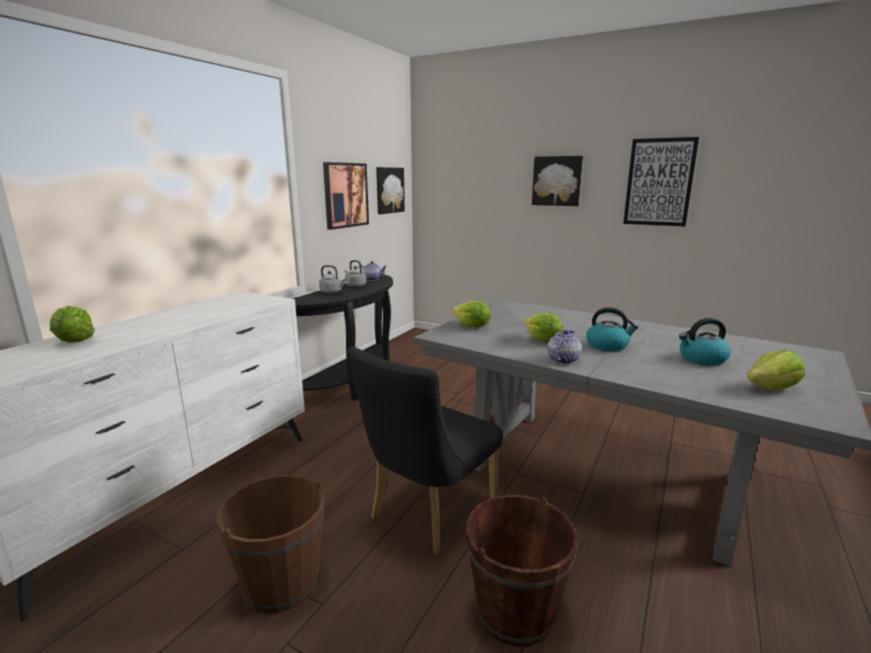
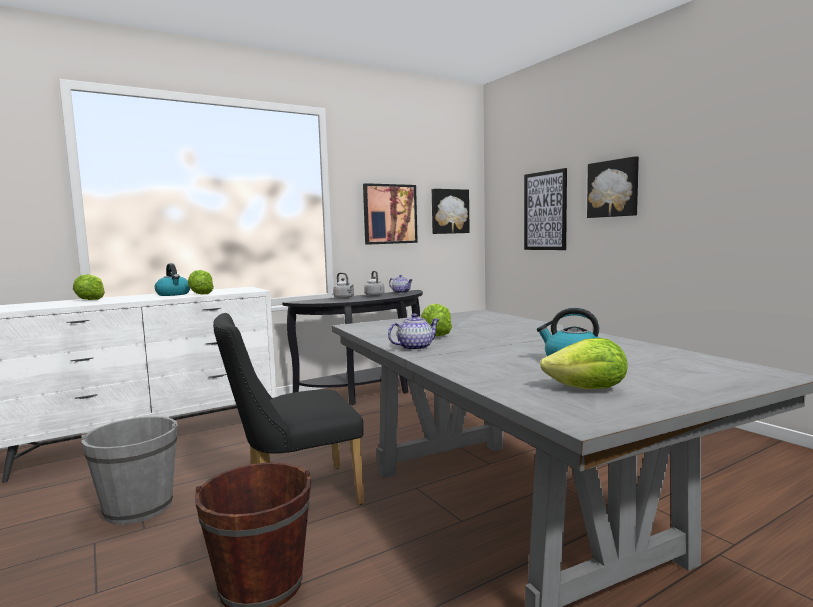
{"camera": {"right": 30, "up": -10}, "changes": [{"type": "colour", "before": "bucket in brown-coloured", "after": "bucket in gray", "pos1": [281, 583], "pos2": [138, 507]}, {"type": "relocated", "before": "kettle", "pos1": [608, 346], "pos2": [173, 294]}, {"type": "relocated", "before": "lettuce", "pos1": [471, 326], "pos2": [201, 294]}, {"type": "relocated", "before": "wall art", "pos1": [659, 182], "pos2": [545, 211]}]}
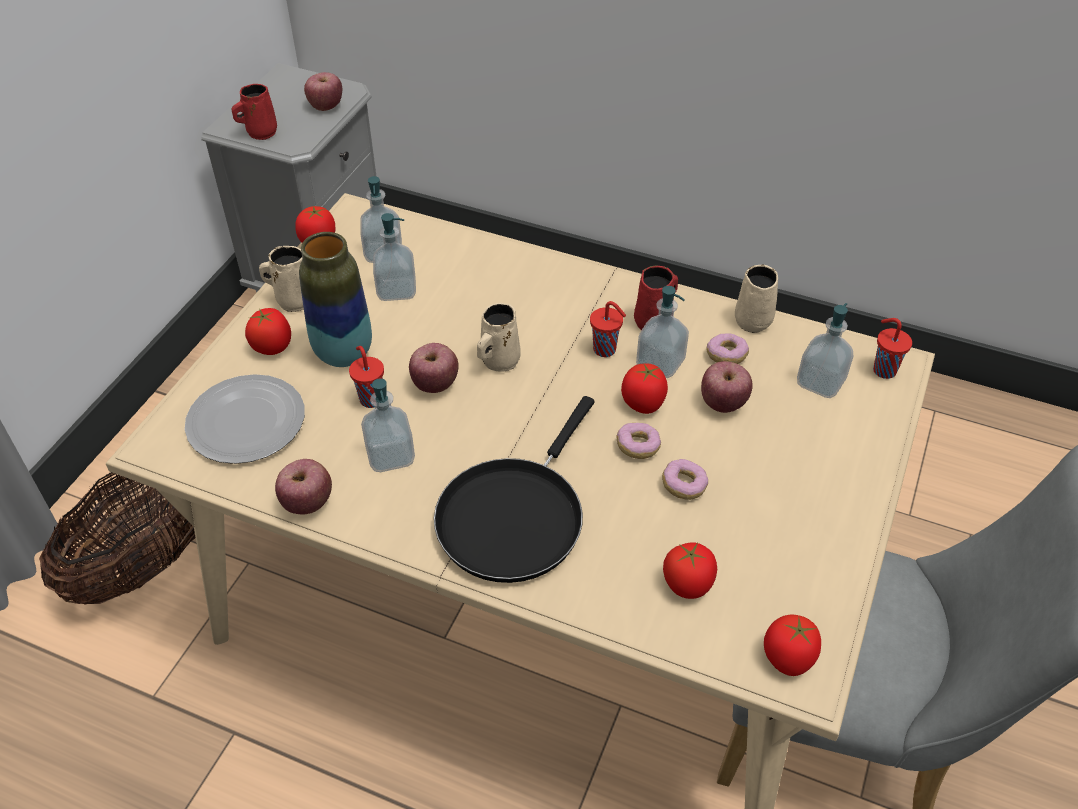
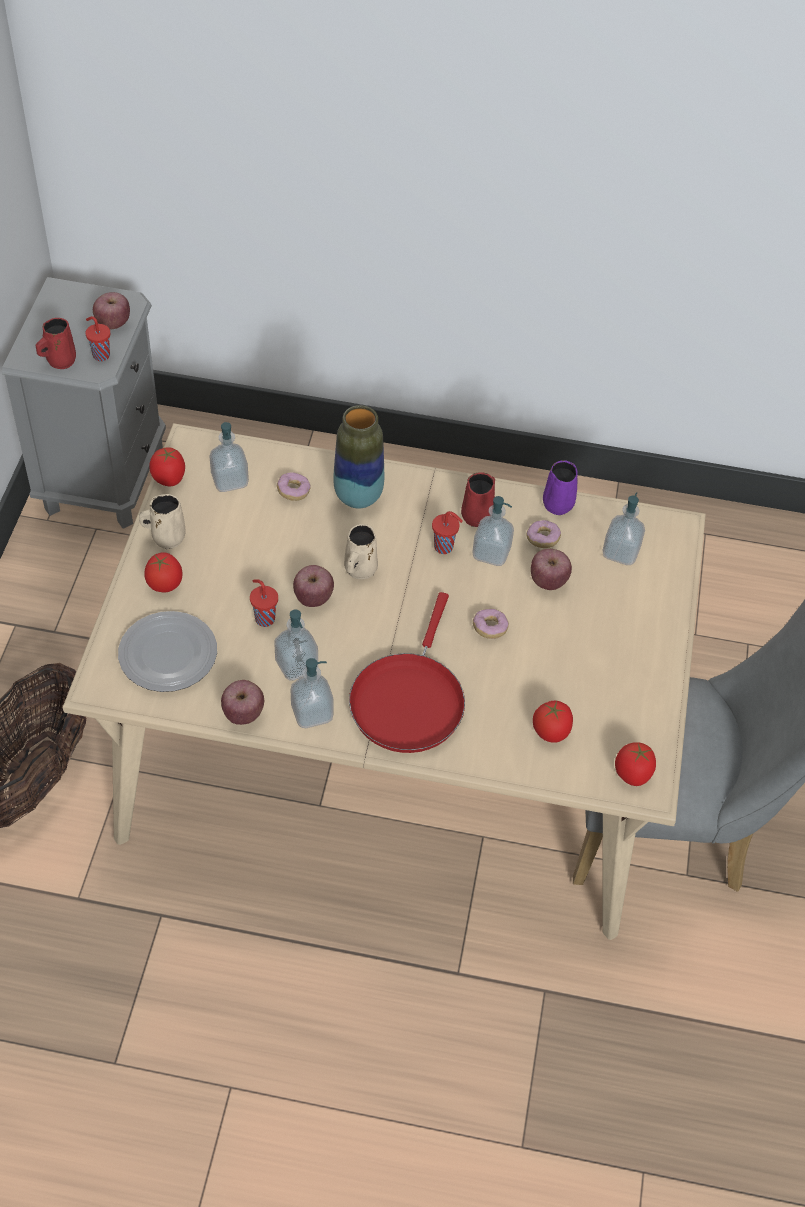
{"camera": {"right": -15, "up": 5}, "changes": [{"type": "relocated", "before": "drinking cup in red-coloured", "pos1": [883, 370], "pos2": [100, 355]}, {"type": "relocated", "before": "ring doughnut", "pos1": [684, 486], "pos2": [293, 491]}, {"type": "relocated", "before": "soap bottle", "pos1": [396, 290], "pos2": [312, 713]}, {"type": "relocated", "before": "vase", "pos1": [344, 353], "pos2": [358, 496]}, {"type": "colour", "before": "pan in black-coloured", "after": "pan in red-coloured", "pos1": [514, 516], "pos2": [409, 700]}, {"type": "colour", "before": "mug in beige-coloured", "after": "mug in purple", "pos1": [753, 319], "pos2": [558, 503]}, {"type": "missing", "before": "whole tomato", "pos1": [643, 404]}]}
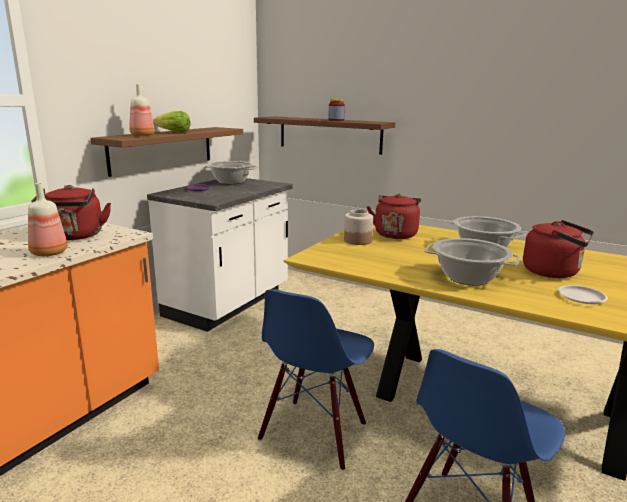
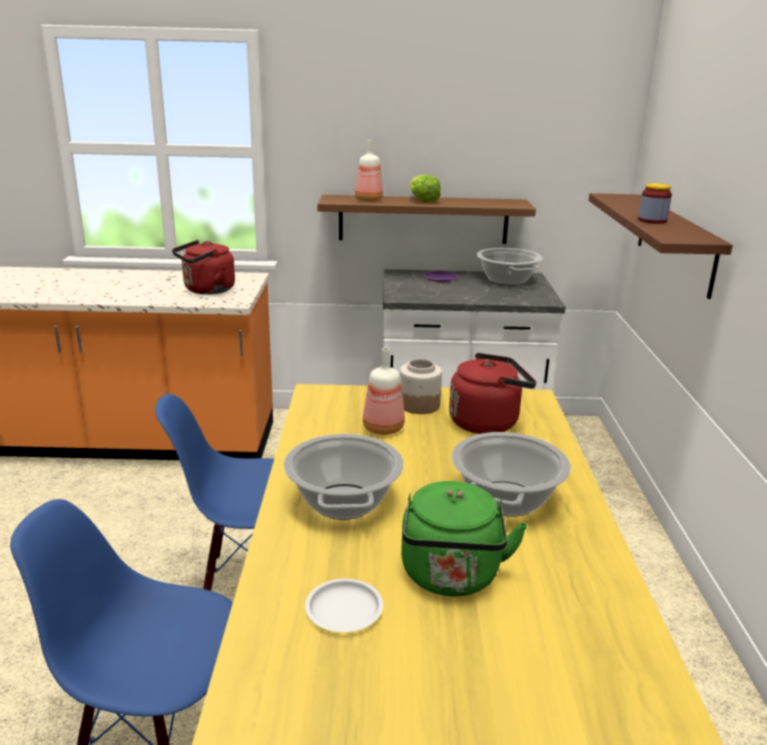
{"camera": {"right": 60, "up": 5}, "changes": [{"type": "relocated", "before": "drink bottle", "pos1": [48, 253], "pos2": [382, 428]}, {"type": "colour", "before": "kettle in red-coloured", "after": "kettle in green", "pos1": [554, 272], "pos2": [451, 577]}]}
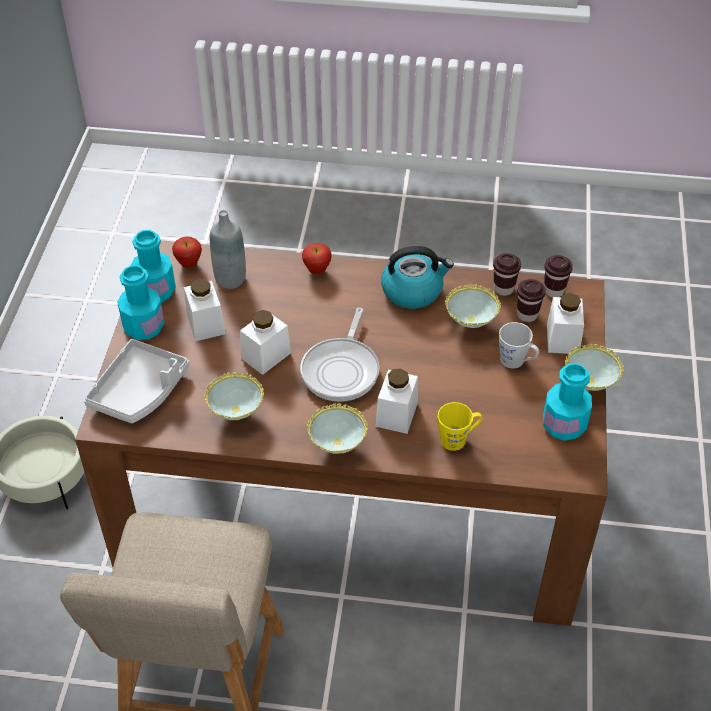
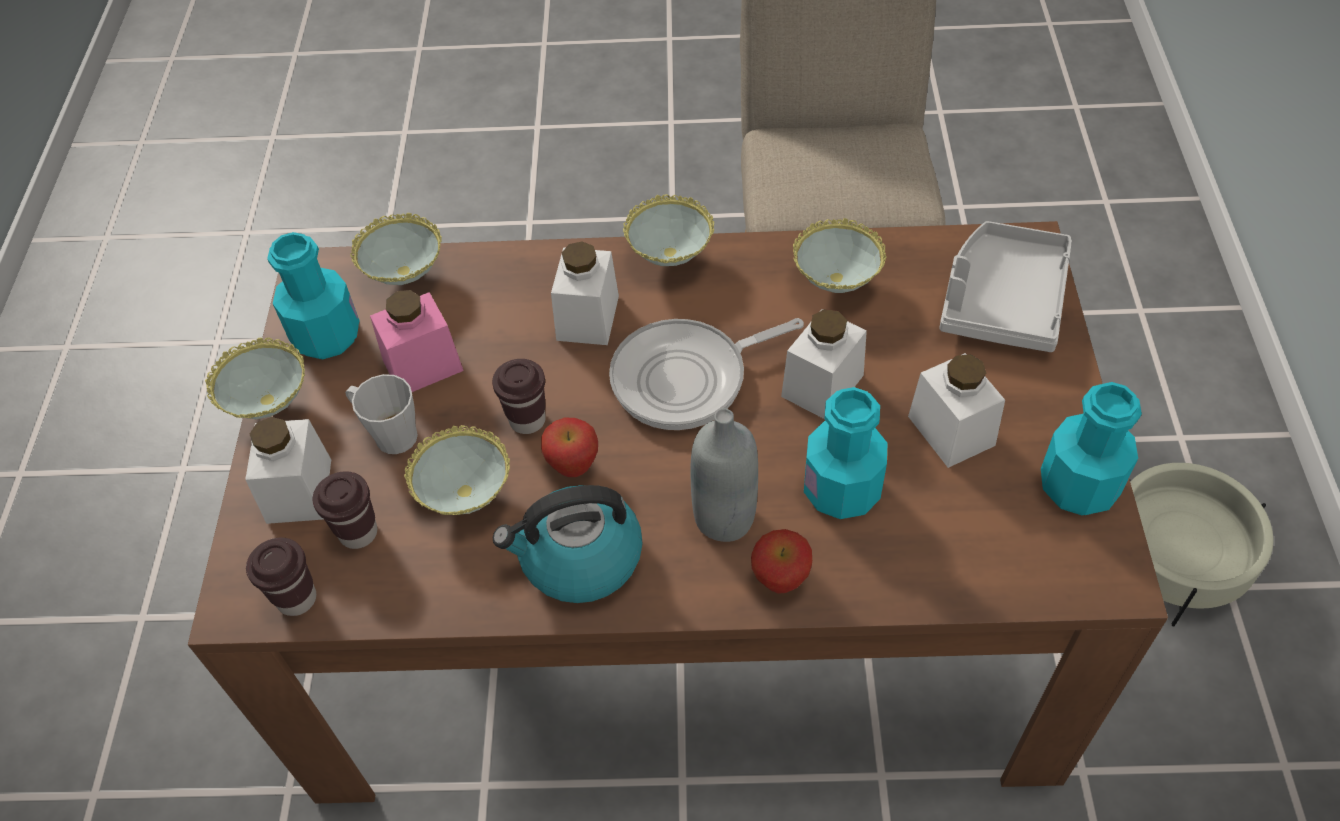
{"camera": {"right": 175, "up": 5}, "changes": [{"type": "appeared", "after": "deep dish", "pos2": [406, 278]}, {"type": "appeared", "after": "storage jar in pink", "pos2": [423, 365]}, {"type": "relocated", "before": "drinking cup in brown-coloured", "pos1": [503, 289], "pos2": [527, 420]}, {"type": "relocated", "before": "apple fruit", "pos1": [189, 264], "pos2": [573, 467]}, {"type": "spun", "before": "pan", "pos1": [342, 369], "pos2": [687, 378], "turn": -120}, {"type": "relocated", "before": "drink bottle in gray", "pos1": [230, 279], "pos2": [724, 518]}, {"type": "relocated", "before": "drink bottle in blue-green", "pos1": [144, 327], "pos2": [841, 490]}, {"type": "missing", "before": "mug in yellow", "pos1": [458, 439]}]}
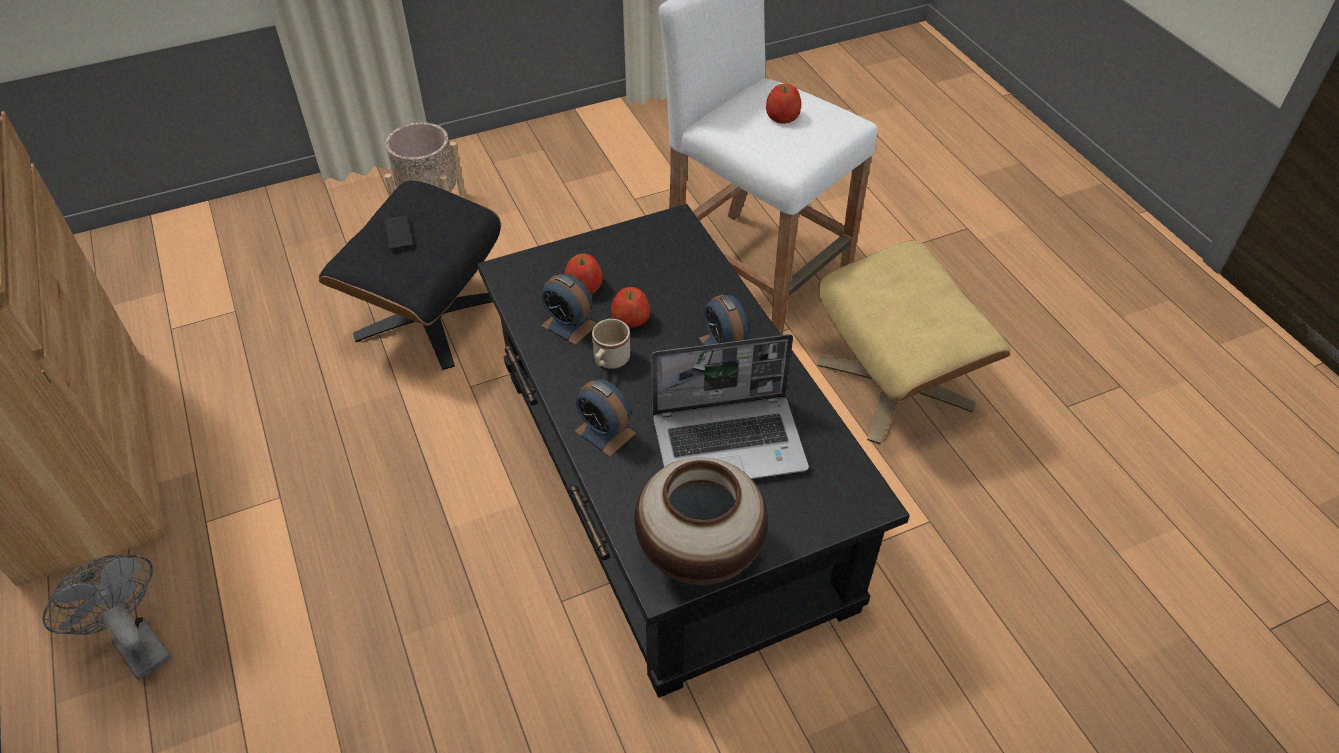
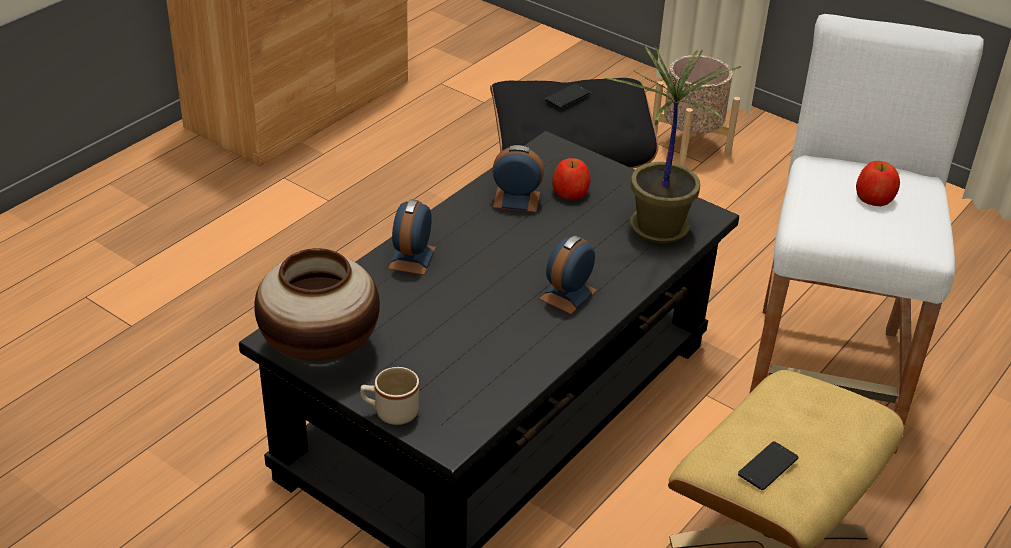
{"camera": {"right": 60, "up": -10}, "changes": [{"type": "relocated", "before": "mug in beige-coloured", "pos1": [609, 361], "pos2": [390, 412]}, {"type": "spun", "before": "alarm clock", "pos1": [569, 325], "pos2": [516, 200], "turn": 90}, {"type": "appeared", "after": "plant in a pot", "pos2": [659, 230]}, {"type": "appeared", "after": "phone", "pos2": [768, 466]}, {"type": "missing", "before": "electric fan in gray", "pos1": [136, 644]}, {"type": "missing", "before": "apple fruit", "pos1": [630, 319]}, {"type": "missing", "before": "notebook computer", "pos1": [730, 442]}]}
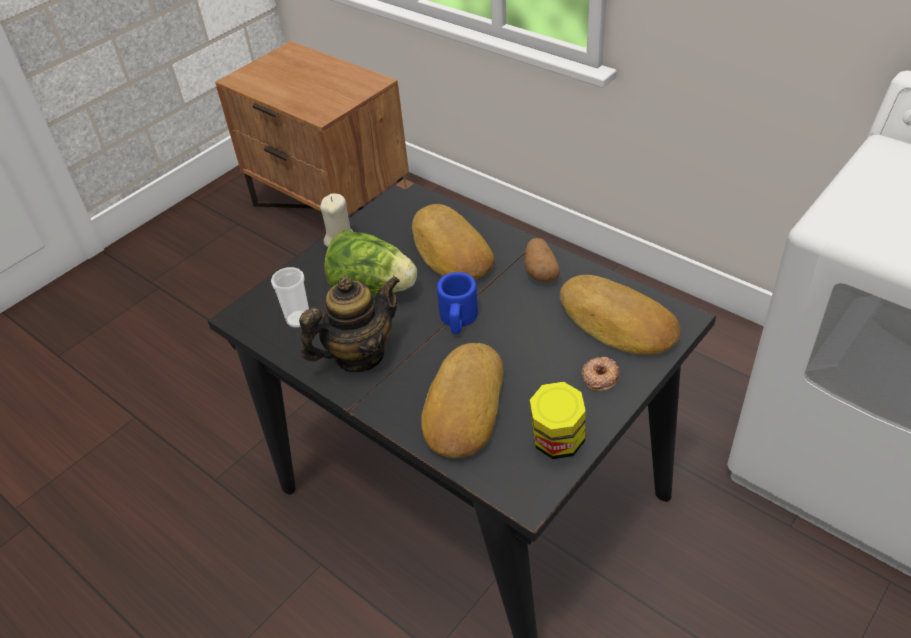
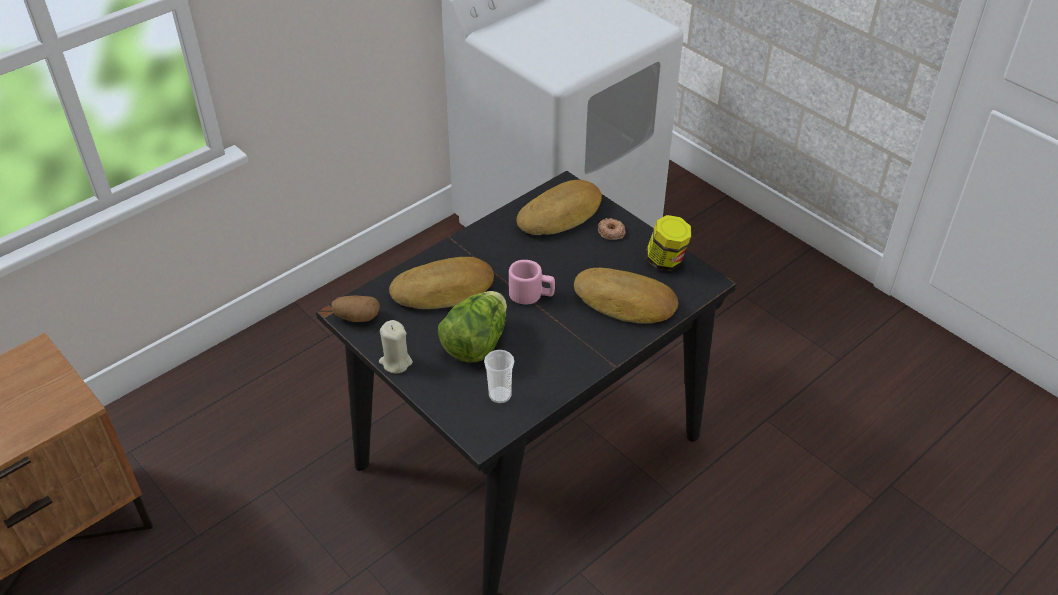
{"camera": {"right": -85, "up": 0}, "changes": [{"type": "relocated", "before": "potato", "pos1": [540, 271], "pos2": [356, 317]}, {"type": "colour", "before": "mug in bluish", "after": "mug in pink", "pos1": [458, 319], "pos2": [531, 295]}, {"type": "missing", "before": "pot for tea", "pos1": [359, 355]}]}
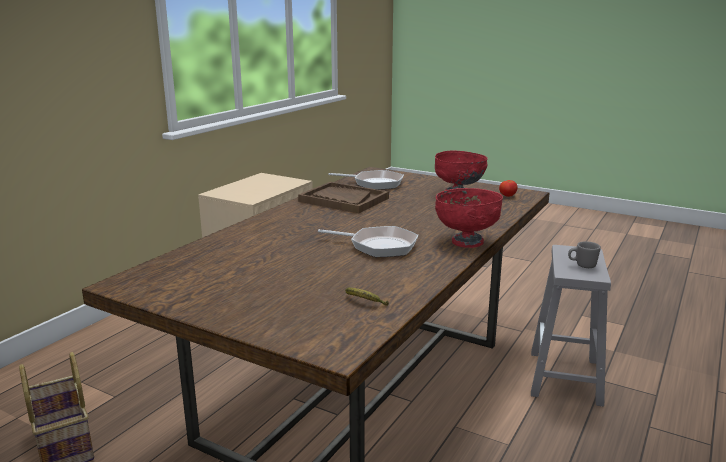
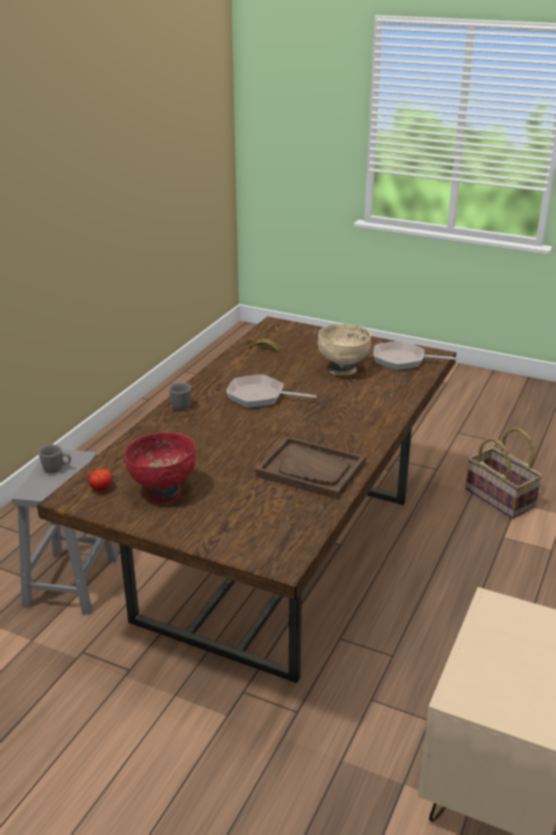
{"camera": {"right": 175, "up": 10}, "changes": [{"type": "exchanged", "before": "deep dish in red-coloured", "after": "mug in gray", "pos1": [466, 242], "pos2": [182, 405]}, {"type": "appeared", "after": "deep dish in beige-coloured", "pos2": [343, 370]}, {"type": "relocated", "before": "pan", "pos1": [374, 183], "pos2": [403, 360]}]}
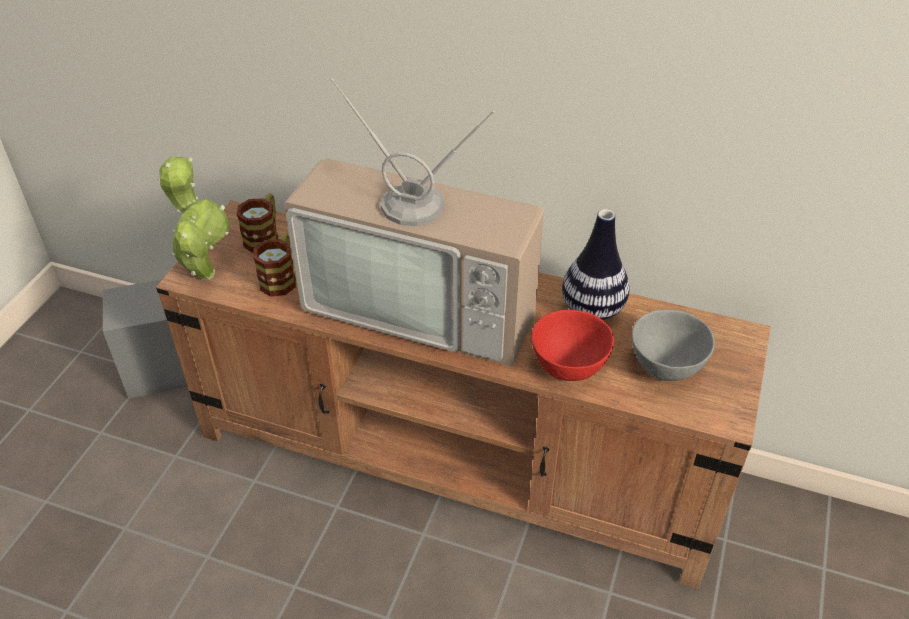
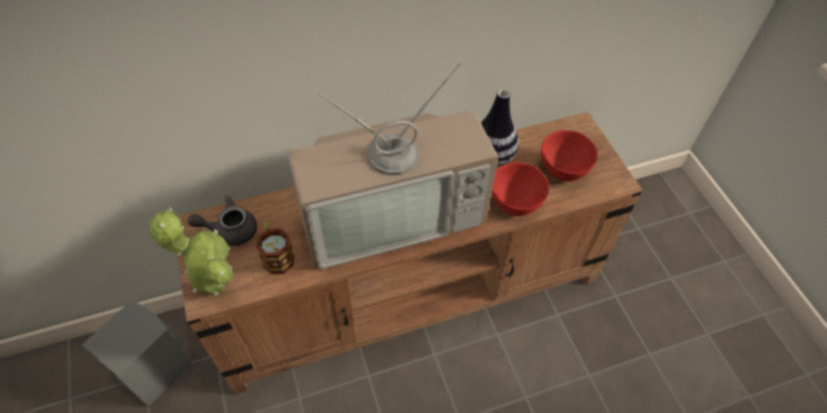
{"camera": {"right": -40, "up": 10}, "changes": [{"type": "exchanged", "before": "mug", "after": "pot for tea in gray", "pos1": [264, 236], "pos2": [230, 230]}, {"type": "colour", "before": "deep dish in gray", "after": "deep dish in red-coloured", "pos1": [667, 366], "pos2": [563, 169]}]}
